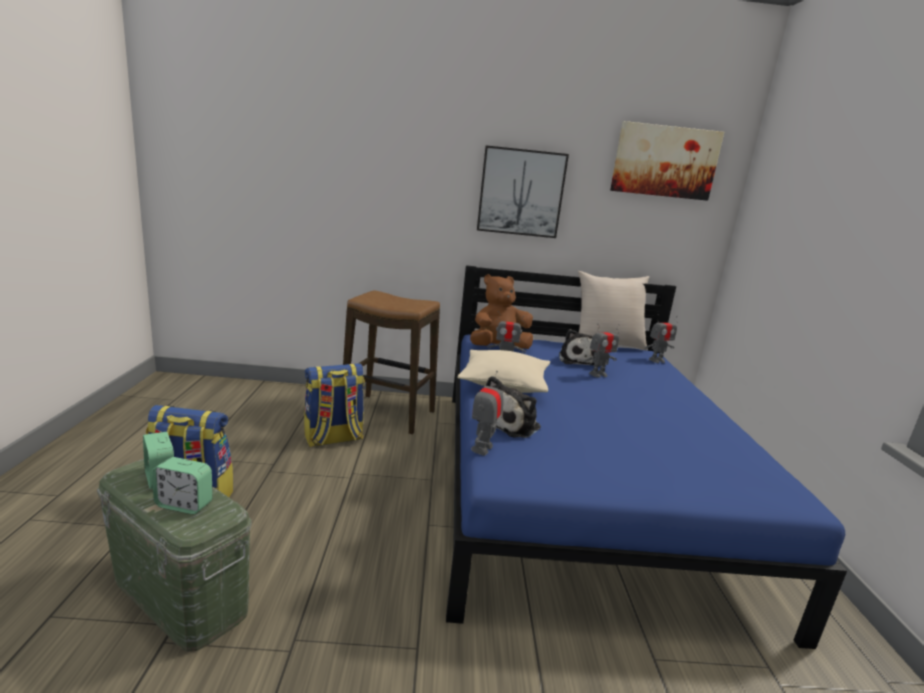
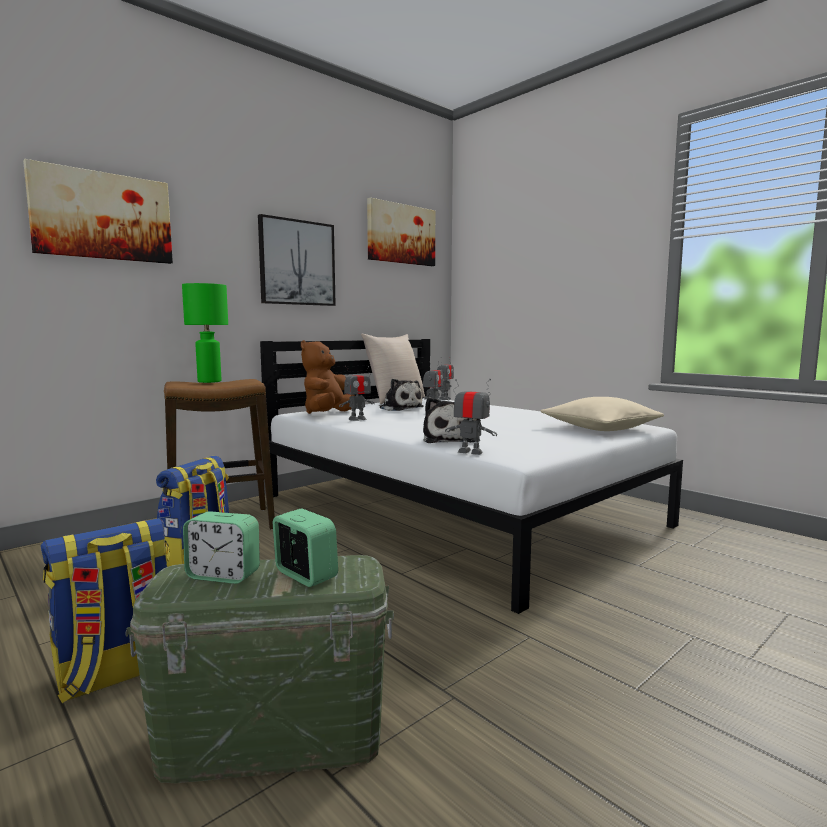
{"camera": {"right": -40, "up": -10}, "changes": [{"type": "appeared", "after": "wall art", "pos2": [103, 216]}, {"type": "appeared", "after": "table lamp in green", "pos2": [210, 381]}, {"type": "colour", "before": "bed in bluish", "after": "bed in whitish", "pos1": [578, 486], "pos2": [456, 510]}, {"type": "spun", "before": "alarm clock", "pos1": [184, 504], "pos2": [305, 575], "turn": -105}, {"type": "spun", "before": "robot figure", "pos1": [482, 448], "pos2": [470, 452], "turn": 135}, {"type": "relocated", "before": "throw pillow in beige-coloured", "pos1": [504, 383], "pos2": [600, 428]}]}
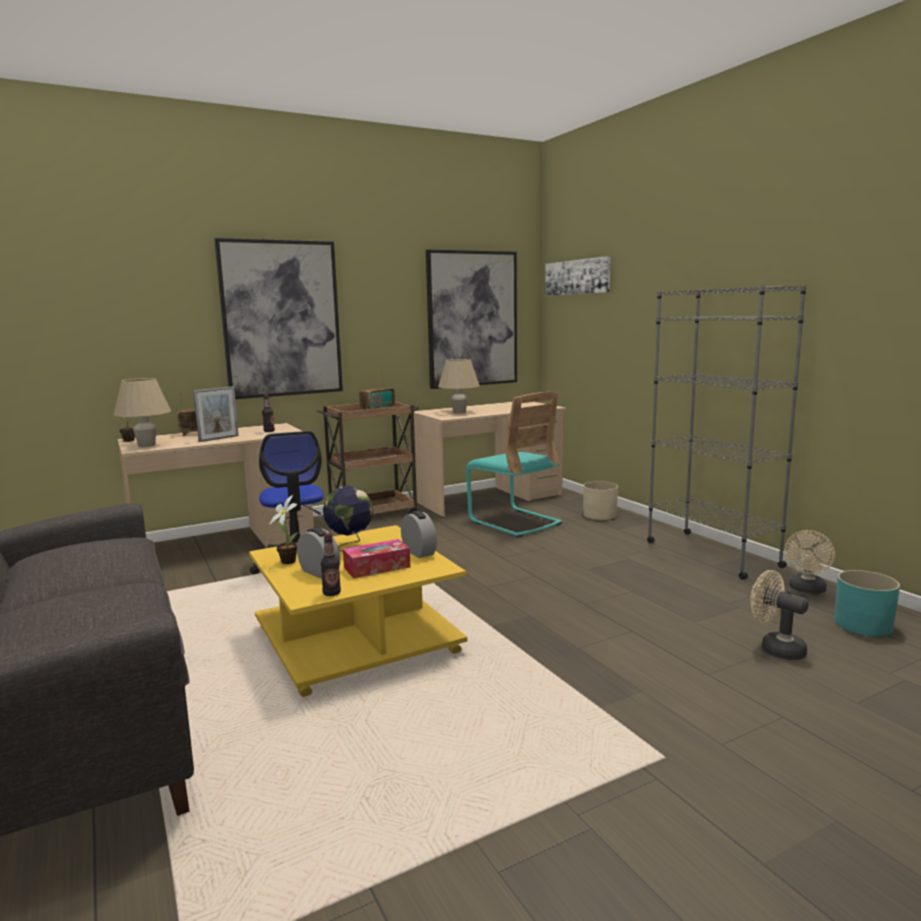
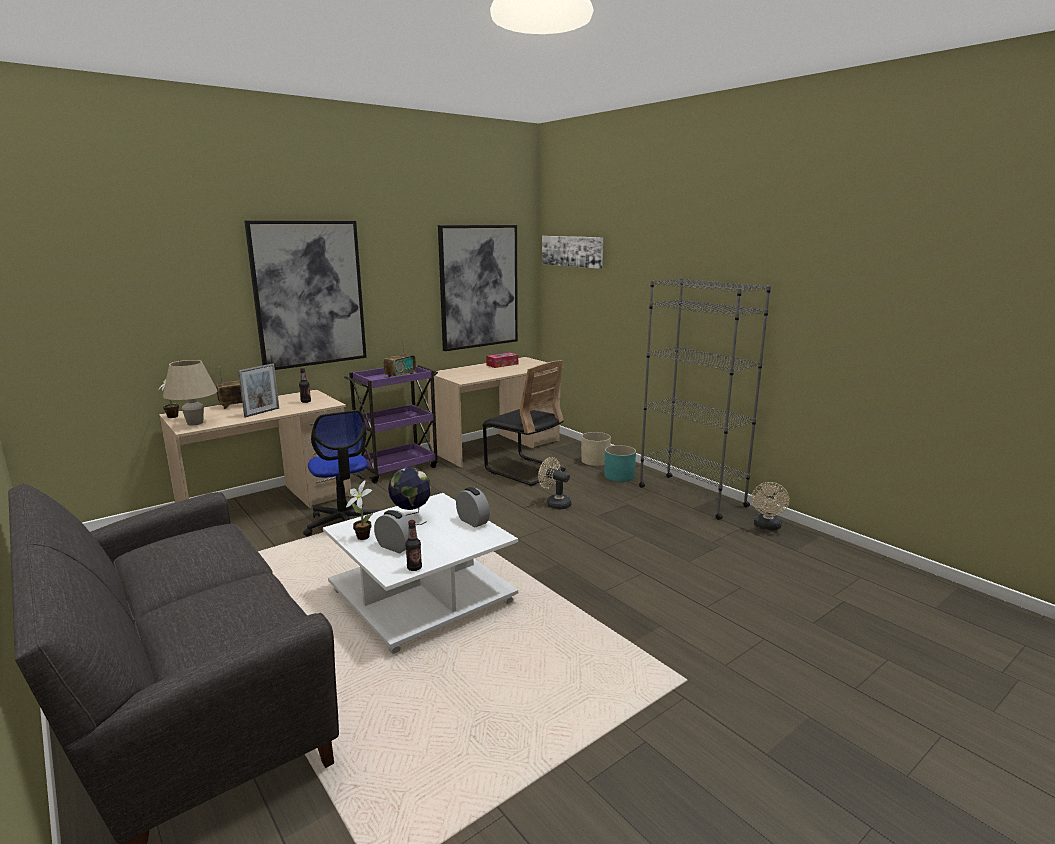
{"camera": {"right": -10, "up": 5}, "changes": [{"type": "colour", "before": "low table in yellow", "after": "low table in whitish", "pos1": [354, 640], "pos2": [420, 597]}, {"type": "colour", "before": "trolley in brown-coloured", "after": "trolley in purple", "pos1": [373, 515], "pos2": [397, 468]}, {"type": "colour", "before": "chair in blue-green", "after": "chair in black-coloured", "pos1": [514, 522], "pos2": [525, 471]}, {"type": "relocated", "before": "box of tissues", "pos1": [377, 567], "pos2": [502, 364]}, {"type": "relocated", "before": "electric fan in beige-coloured", "pos1": [775, 648], "pos2": [555, 503]}, {"type": "relocated", "before": "flower pot in blue-green", "pos1": [863, 624], "pos2": [619, 476]}, {"type": "missing", "before": "table lamp in beige-coloured", "pos1": [459, 412]}]}
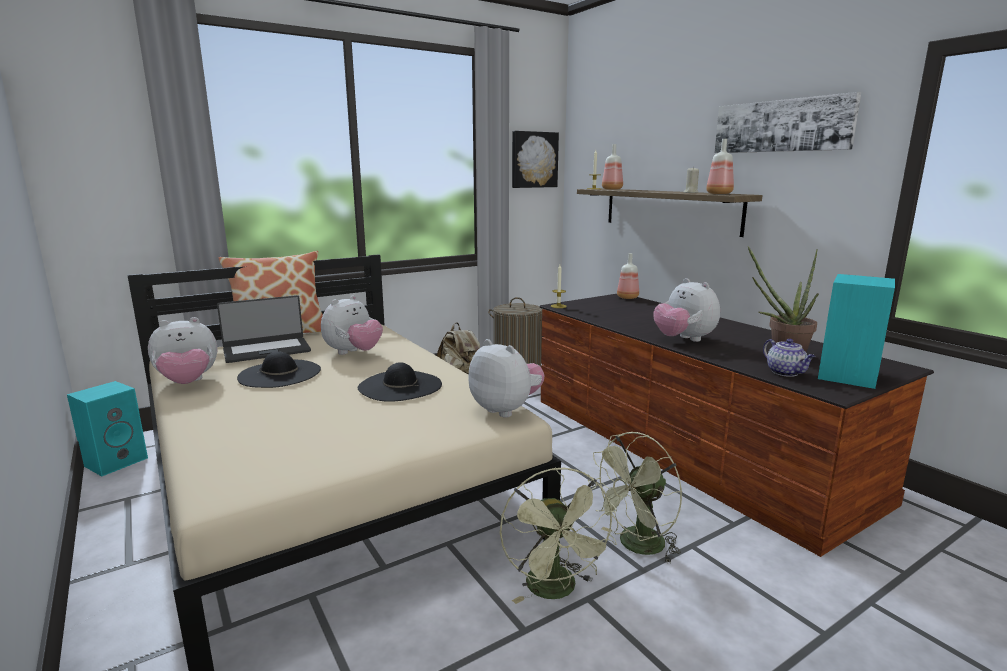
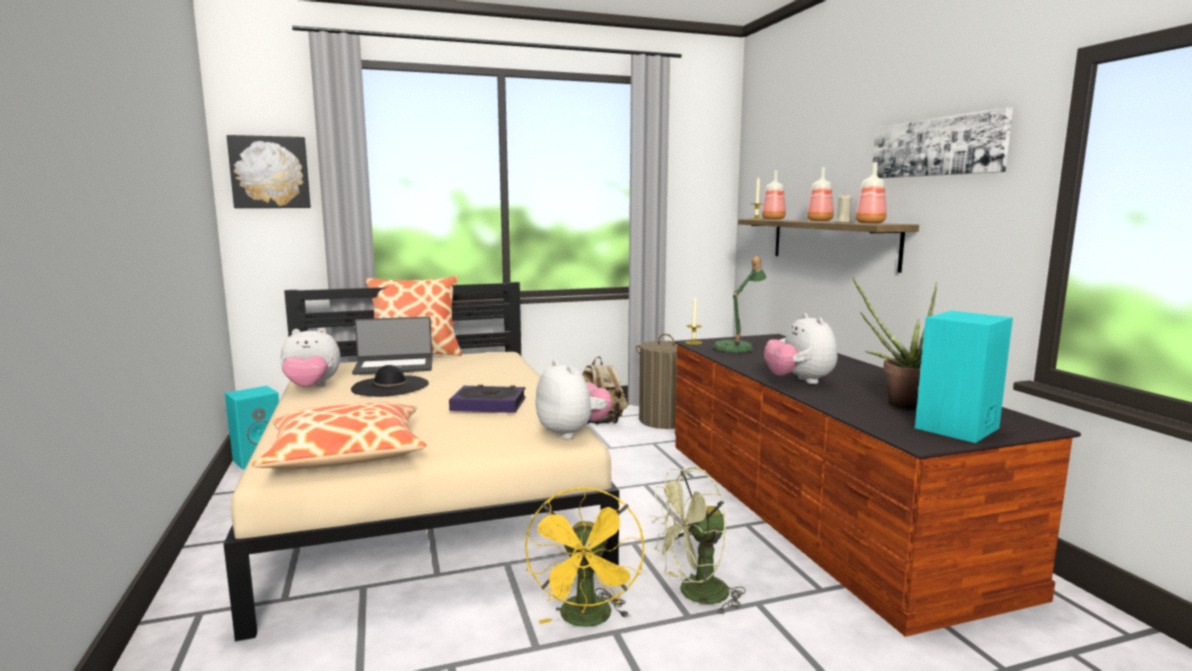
{"camera": {"right": 15, "up": -5}, "changes": [{"type": "relocated", "before": "wall art", "pos1": [533, 160], "pos2": [270, 172]}, {"type": "appeared", "after": "throw pillow", "pos2": [346, 453]}, {"type": "exchanged", "before": "wearable hat in black-coloured", "after": "bound book", "pos1": [400, 386], "pos2": [488, 405]}, {"type": "colour", "before": "electric fan in green", "after": "electric fan in yellow", "pos1": [556, 591], "pos2": [587, 620]}, {"type": "appeared", "after": "table lamp", "pos2": [737, 348]}, {"type": "relocated", "before": "drink bottle", "pos1": [627, 297], "pos2": [819, 221]}, {"type": "missing", "before": "soft toy", "pos1": [353, 353]}, {"type": "missing", "before": "pot for tea", "pos1": [786, 373]}]}
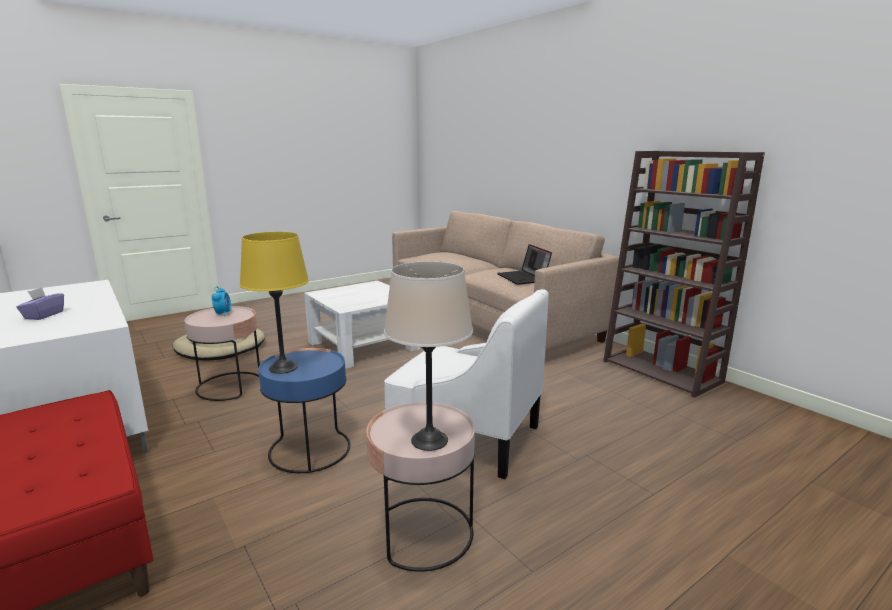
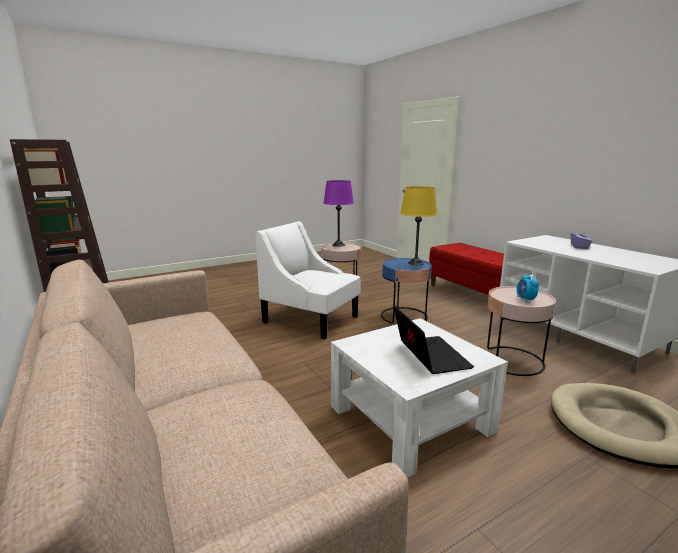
{"camera": {"right": -175, "up": 0}, "changes": [{"type": "colour", "before": "table lamp in beige-coloured", "after": "table lamp in purple", "pos1": [429, 440], "pos2": [338, 245]}, {"type": "relocated", "before": "notebook computer", "pos1": [523, 278], "pos2": [428, 355]}]}
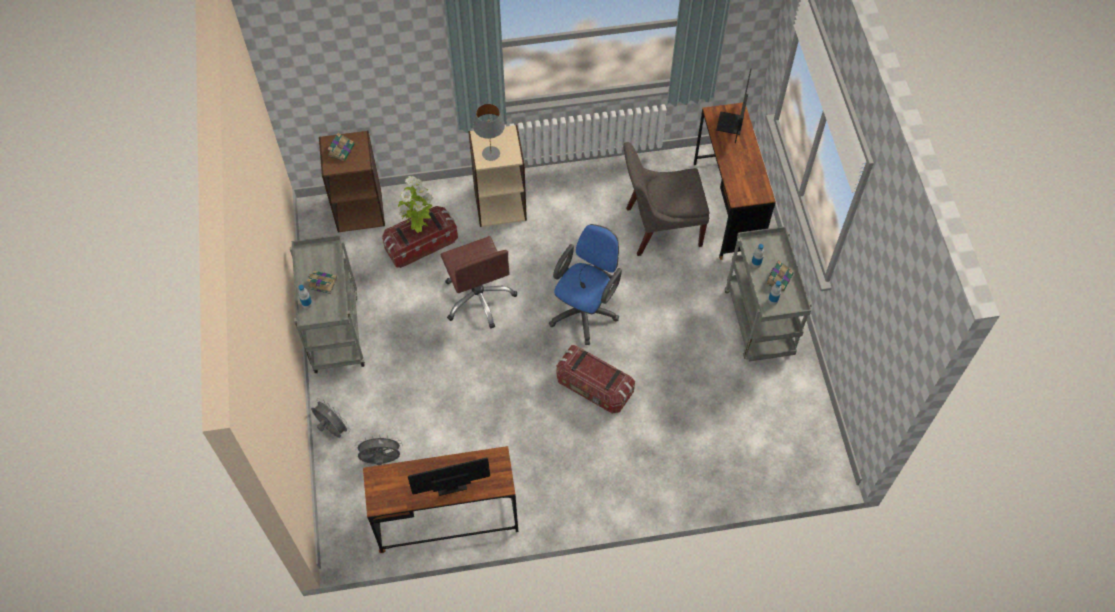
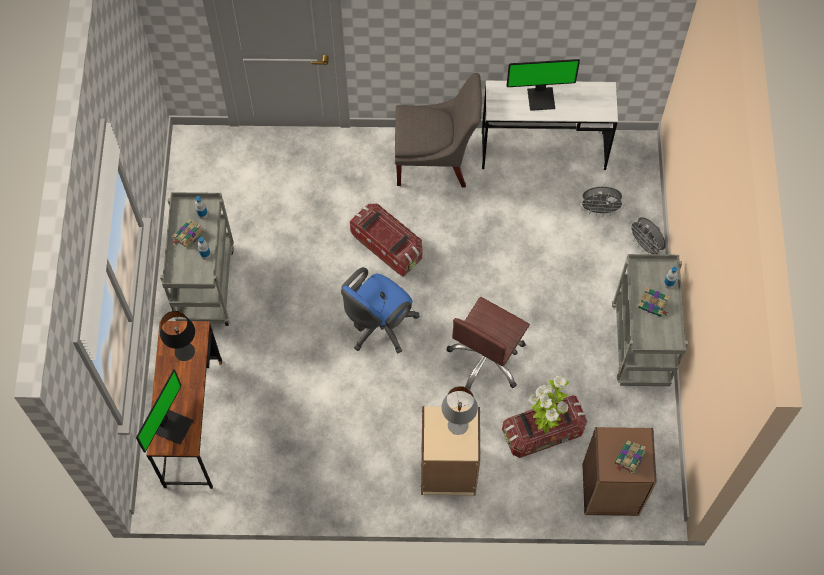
{"camera": {"right": -170, "up": 5}, "changes": [{"type": "appeared", "after": "table lamp in black-coloured", "pos2": [184, 351]}, {"type": "relocated", "before": "chair in gray", "pos1": [659, 227], "pos2": [436, 161]}, {"type": "spun", "before": "computer chair in brown-coloured", "pos1": [479, 298], "pos2": [487, 358], "turn": -135}, {"type": "colour", "before": "desk in brown-coloured", "after": "desk in whitish", "pos1": [447, 519], "pos2": [543, 150]}]}
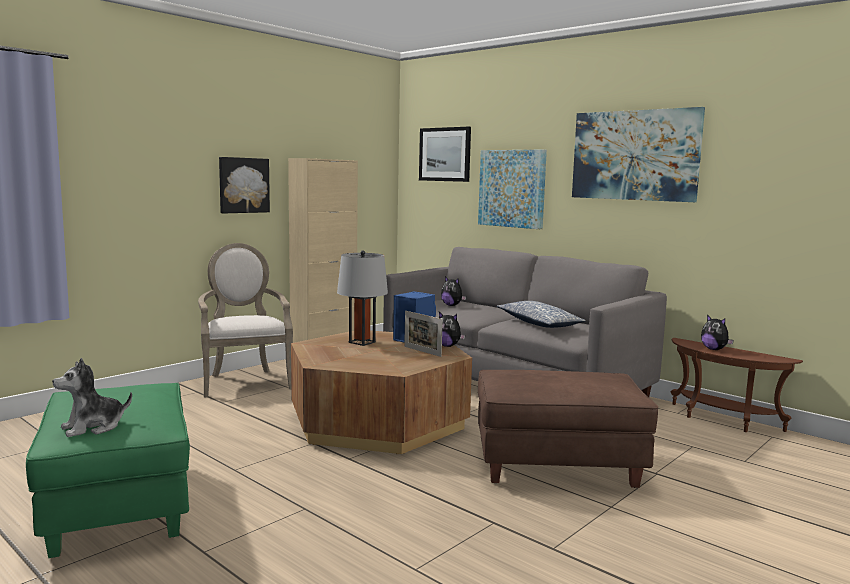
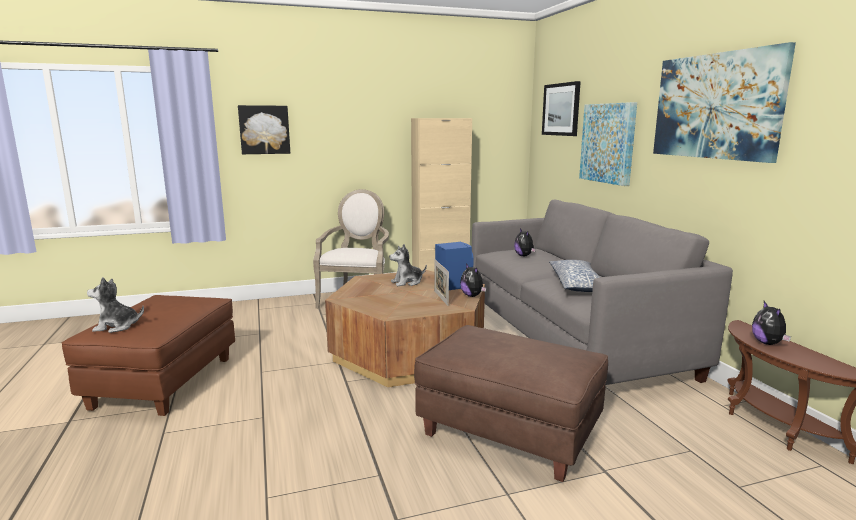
{"camera": {"right": 30, "up": 5}, "changes": [{"type": "colour", "before": "pouffe in green", "after": "pouffe in brown-coloured", "pos1": [119, 507], "pos2": [164, 383]}, {"type": "relocated", "before": "wall art", "pos1": [243, 185], "pos2": [264, 129]}, {"type": "exchanged", "before": "table lamp in gray", "after": "soft toy", "pos1": [362, 342], "pos2": [407, 282]}]}
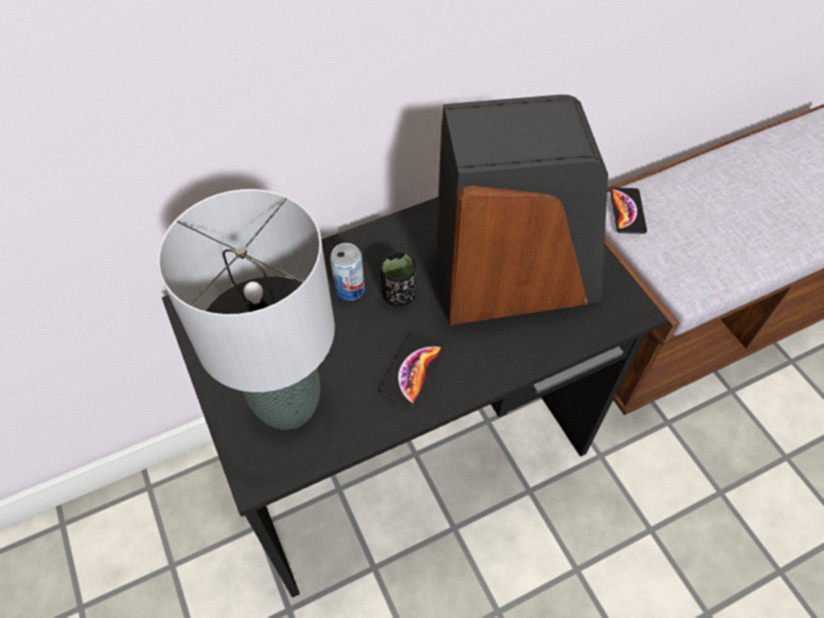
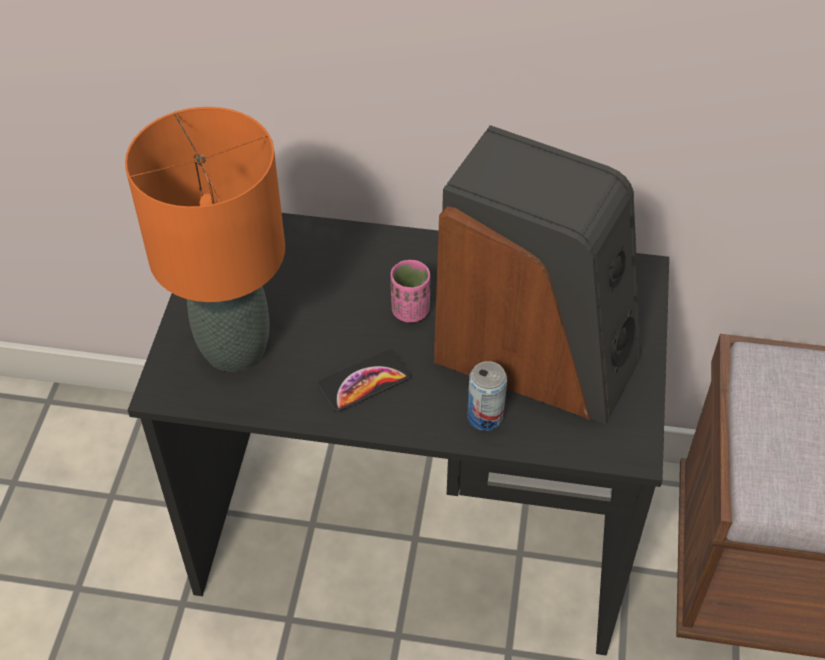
{"camera": {"right": 35, "up": -5}, "changes": [{"type": "colour", "before": "table lamp in gray", "after": "table lamp in orange", "pos1": [286, 404], "pos2": [233, 347]}, {"type": "colour", "before": "drinking cup in black-coloured", "after": "drinking cup in pink", "pos1": [399, 295], "pos2": [410, 310]}, {"type": "relocated", "before": "can", "pos1": [349, 289], "pos2": [485, 416]}, {"type": "missing", "before": "phone", "pos1": [627, 211]}]}
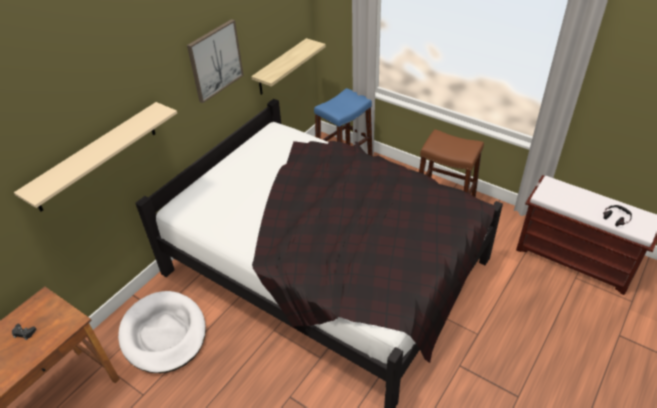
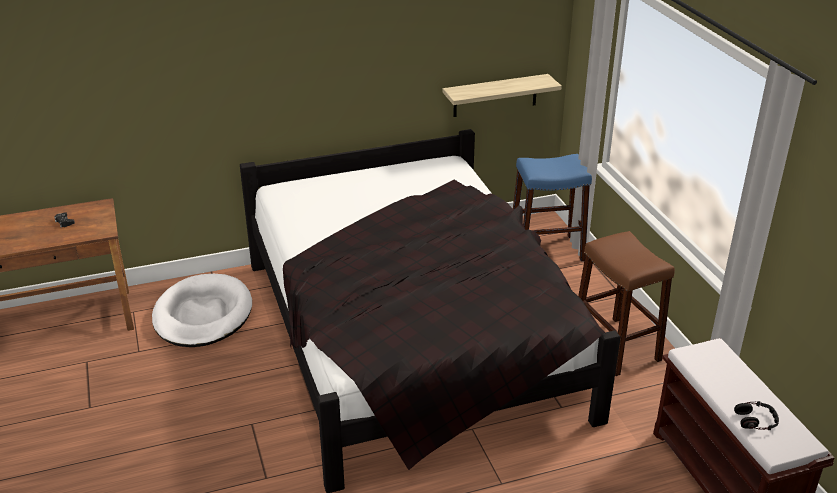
{"camera": {"right": 35, "up": -10}, "changes": [{"type": "missing", "before": "wall shelf in beige-coloured", "pos1": [96, 156]}, {"type": "missing", "before": "wall art", "pos1": [215, 60]}]}
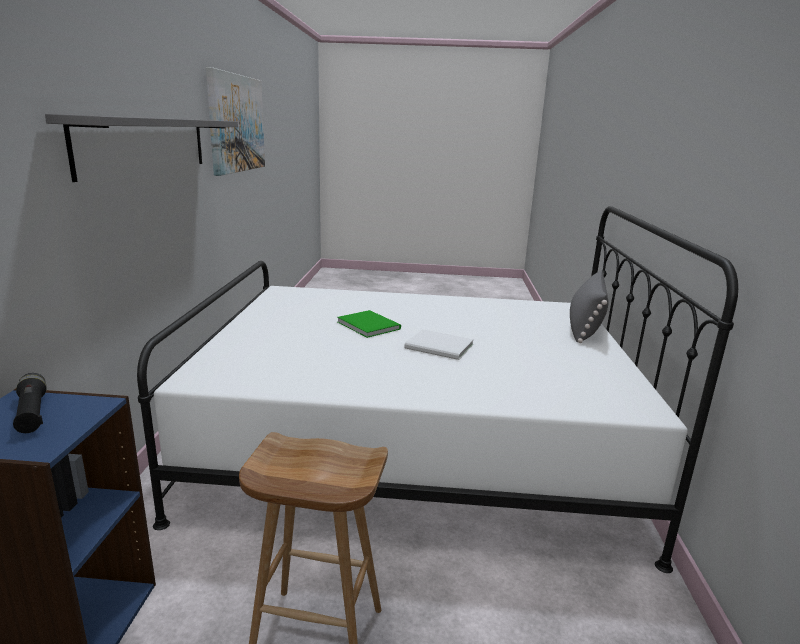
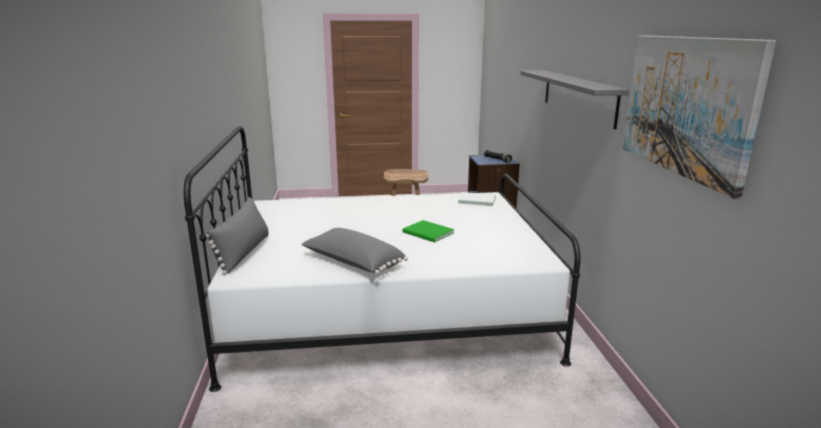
{"camera": {"right": 170, "up": 0}, "changes": [{"type": "appeared", "after": "throw pillow in gray", "pos2": [353, 263]}, {"type": "relocated", "before": "bound book in whitish", "pos1": [440, 347], "pos2": [476, 200]}]}
